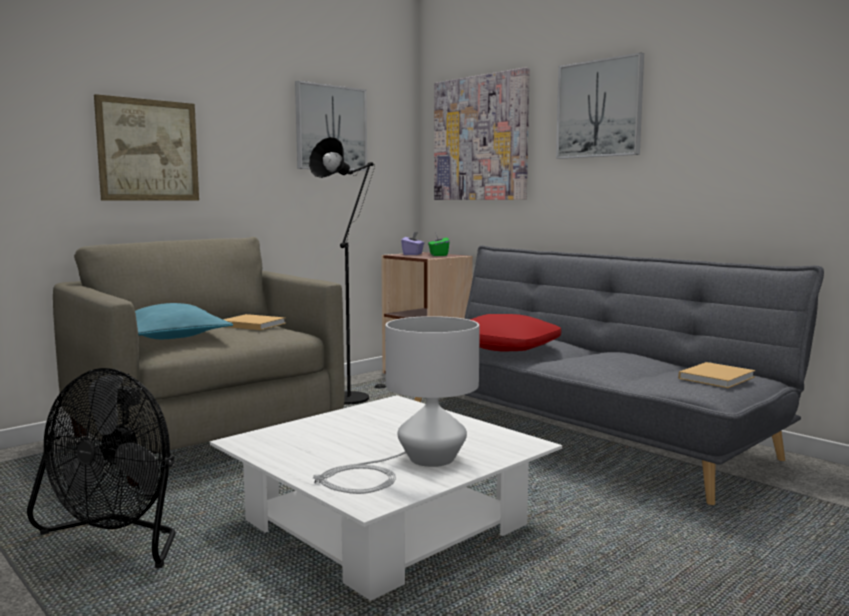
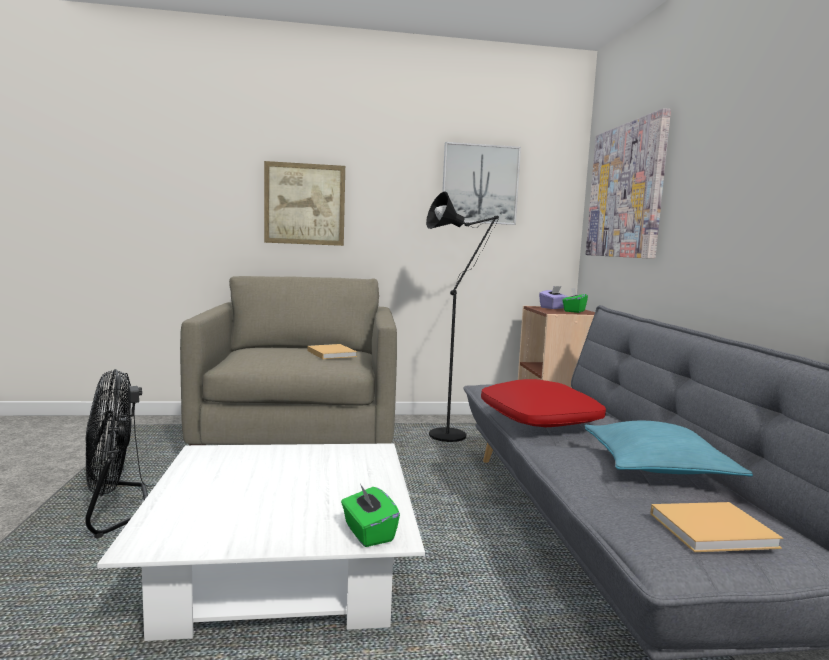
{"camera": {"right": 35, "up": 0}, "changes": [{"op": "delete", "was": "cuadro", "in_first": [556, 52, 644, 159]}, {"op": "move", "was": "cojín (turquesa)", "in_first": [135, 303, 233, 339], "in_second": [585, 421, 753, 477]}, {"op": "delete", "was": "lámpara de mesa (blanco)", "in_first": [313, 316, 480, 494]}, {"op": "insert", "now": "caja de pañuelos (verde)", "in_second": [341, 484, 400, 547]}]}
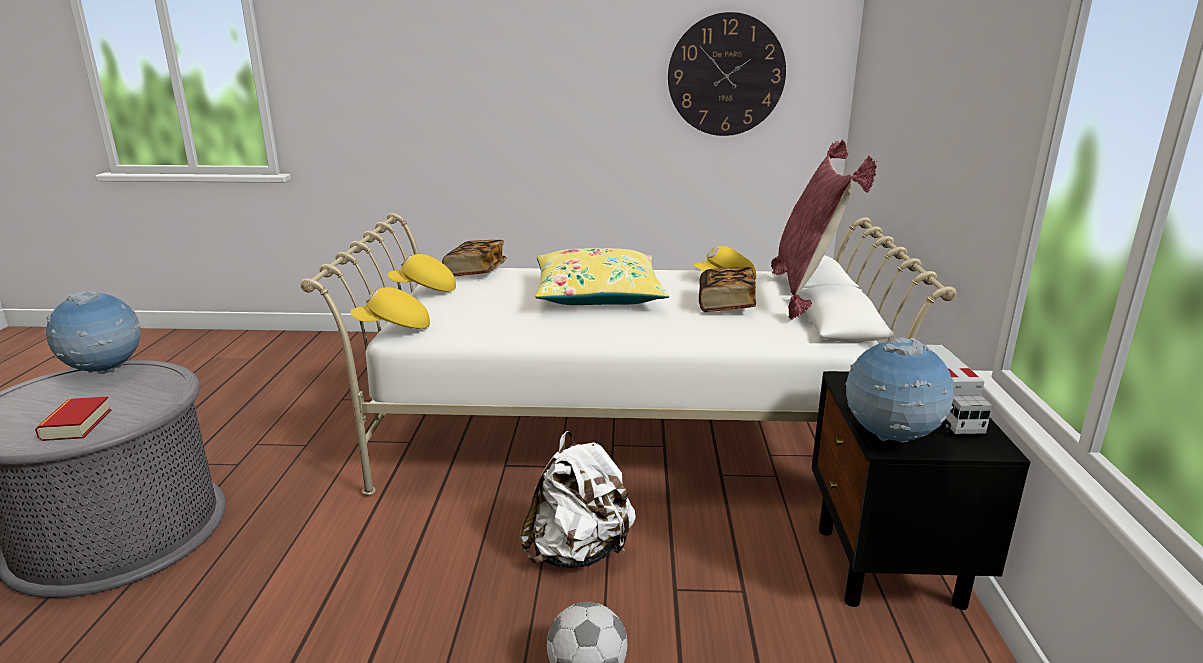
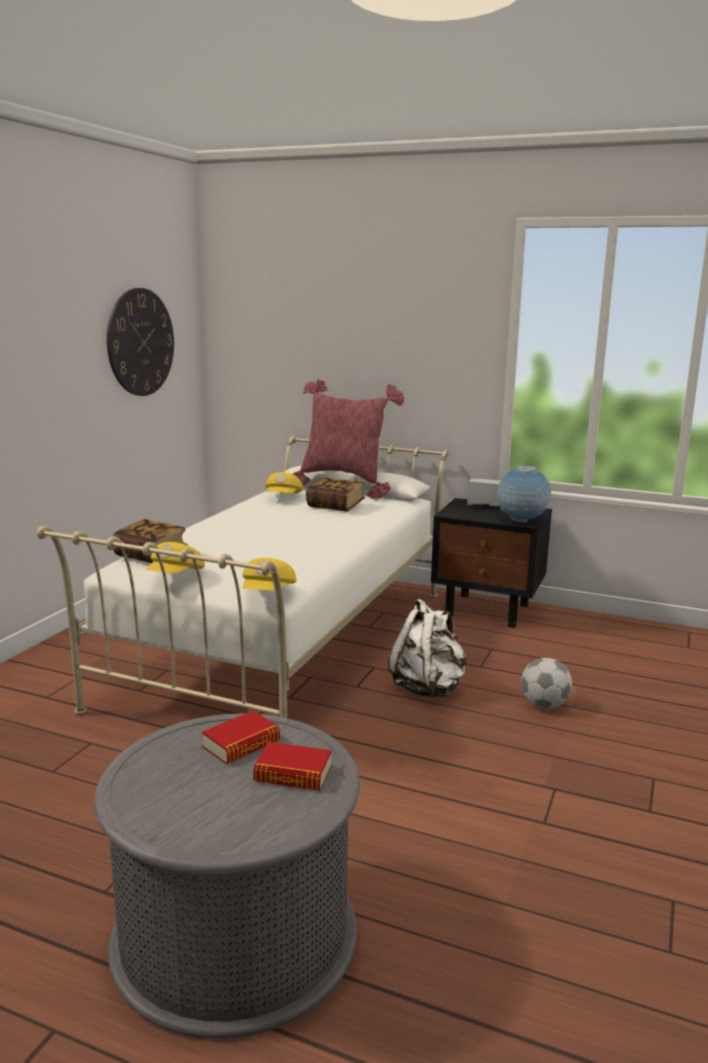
{"camera": {"right": -70, "up": -5}, "changes": [{"op": "delete", "was": "cojín (amarillo)", "in_first": [535, 248, 670, 305]}, {"op": "delete", "was": "globo terráqueo", "in_first": [45, 291, 141, 374]}, {"op": "insert", "now": "libro", "in_second": [202, 711, 280, 764]}]}
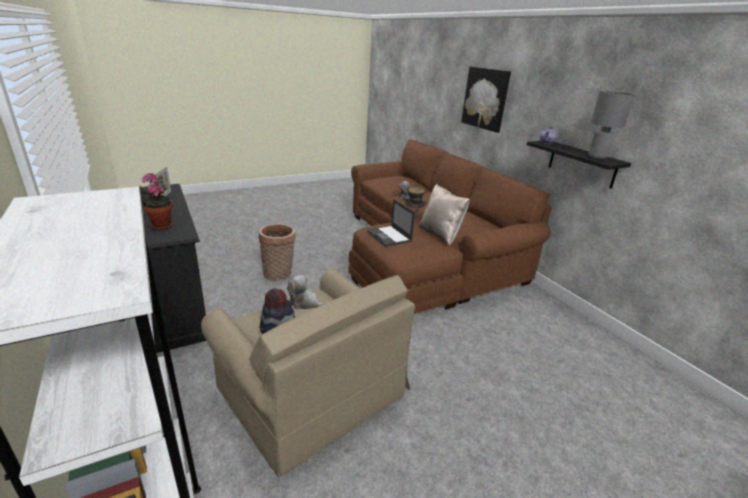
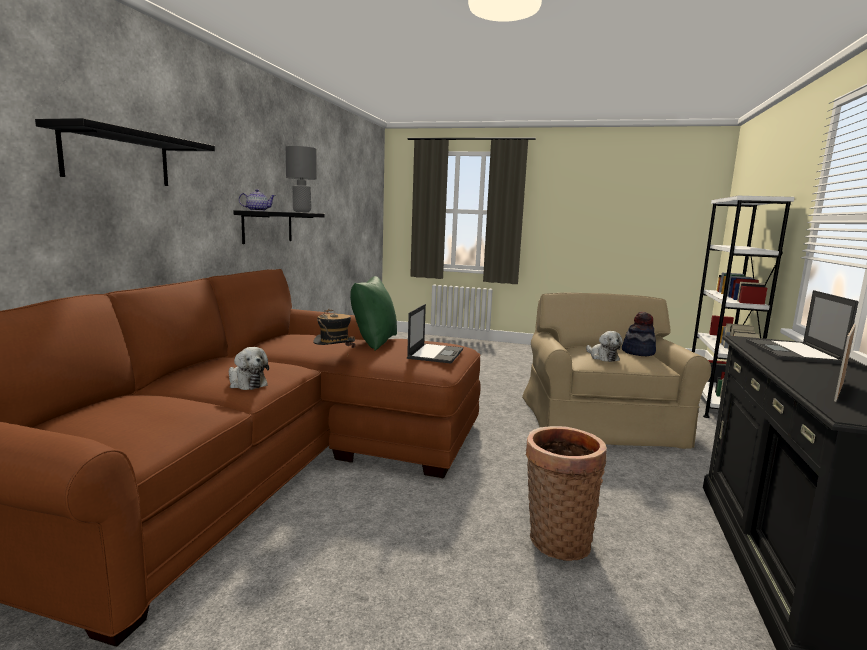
{"camera": {"right": -135, "up": -15}, "changes": [{"op": "replace", "was": "cuadro", "now": "estante (negro)", "in_first": [461, 67, 511, 133], "in_second": [35, 118, 215, 186]}, {"op": "replace", "was": "planta en maceta", "now": "portátil", "in_first": [140, 173, 173, 230], "in_second": [746, 290, 859, 364]}, {"op": "recolor", "was": "cojín (beis)", "now": "cojín (verde)", "in_first": [419, 184, 470, 245], "in_second": [350, 276, 397, 351]}]}
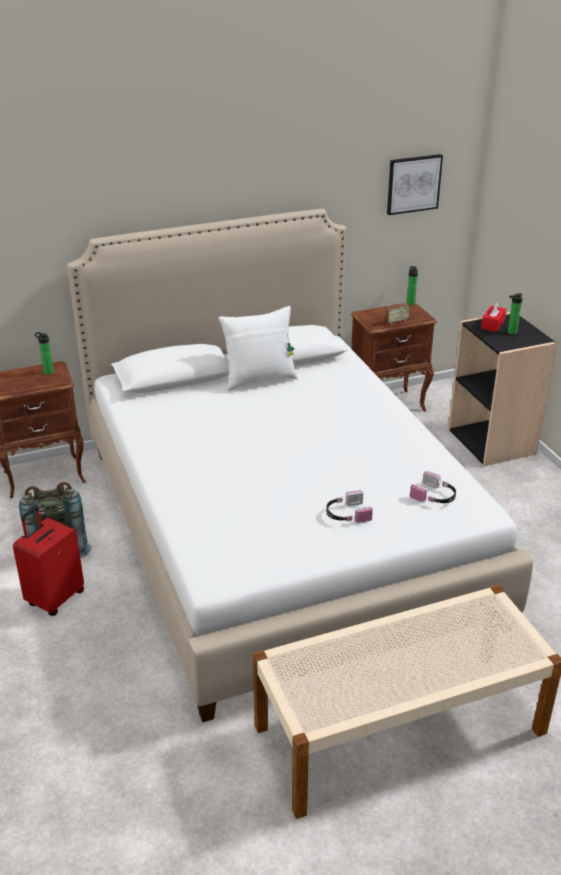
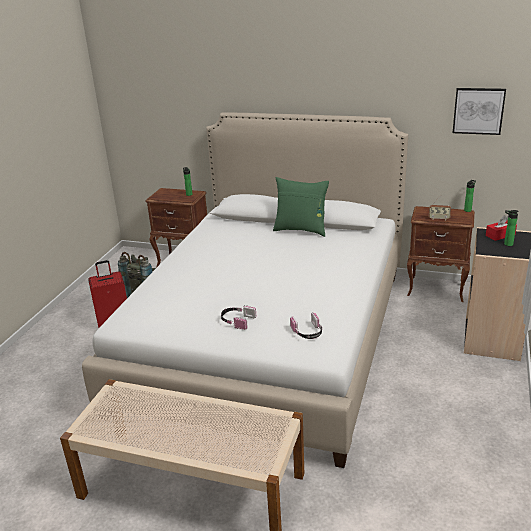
{"camera": {"right": 40, "up": -5}, "changes": [{"op": "recolor", "was": "cojín (blanco)", "now": "cojín (verde)", "in_first": [218, 306, 298, 391], "in_second": [273, 177, 329, 237]}]}
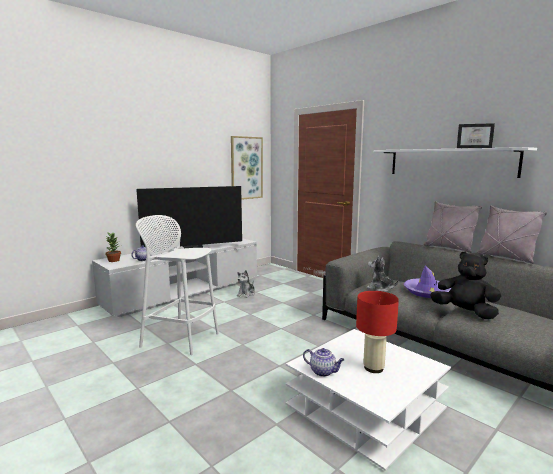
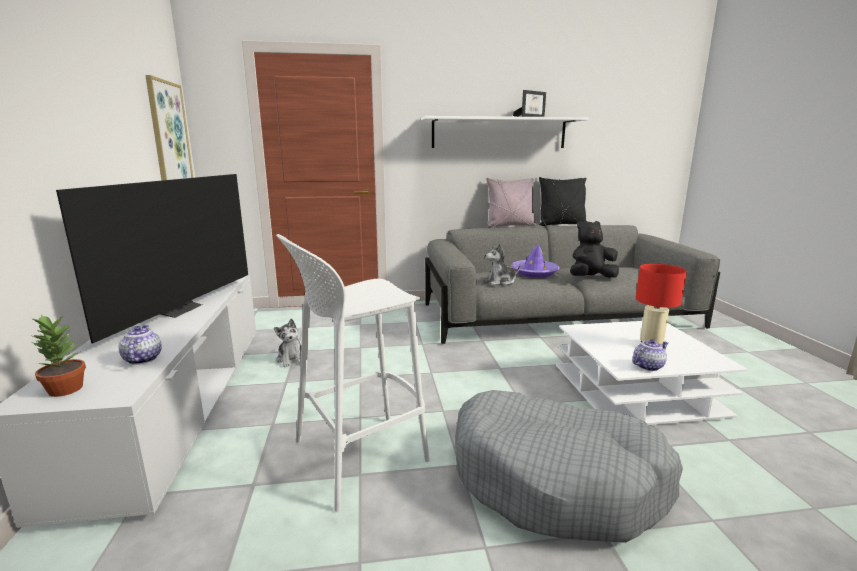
{"camera": {"right": -55, "up": 5}, "changes": [{"op": "recolor", "was": "cojín (morado)", "now": "cojín (negro)", "in_first": [476, 206, 547, 264], "in_second": [539, 177, 587, 226]}, {"op": "insert", "now": "cama para perro (gris)", "in_second": [455, 390, 683, 543]}]}
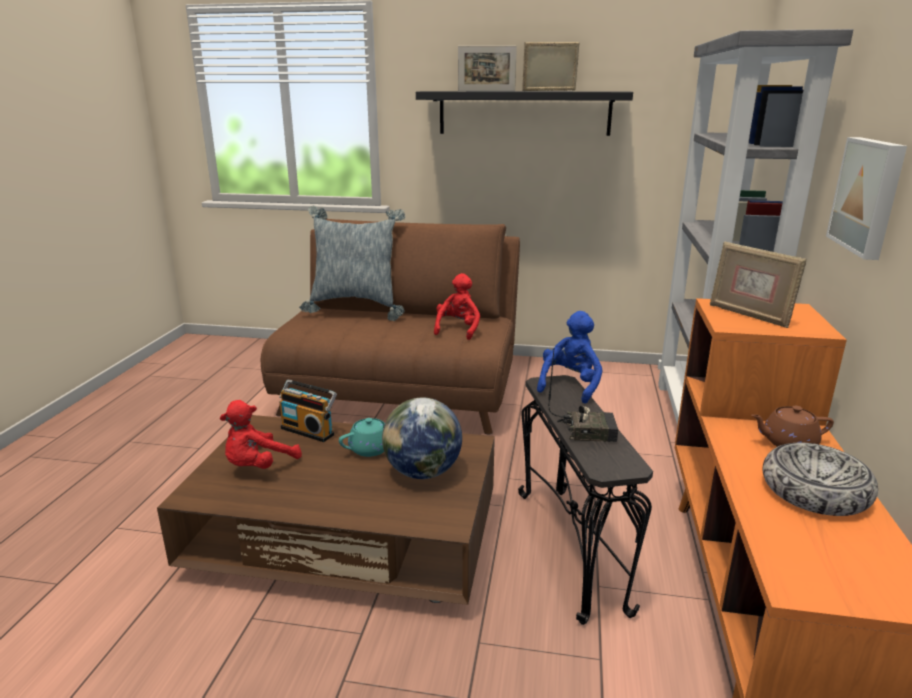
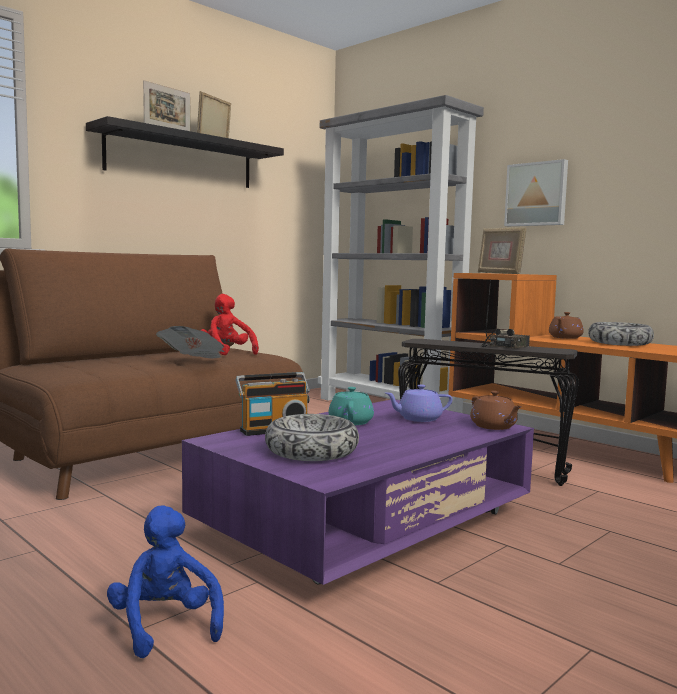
{"camera": {"right": -55, "up": -15}, "changes": [{"op": "delete", "was": "cojín", "in_first": [299, 205, 405, 321]}, {"op": "rotate", "was": "portarretratos", "in_first": [710, 242, 806, 328], "in_second": [478, 227, 526, 274], "clockwise": 60}, {"op": "move", "was": "peluche (azul)", "in_first": [537, 311, 603, 404], "in_second": [107, 505, 224, 658]}, {"op": "replace", "was": "globo terráqueo", "now": "tetera (morado)", "in_first": [382, 398, 462, 479], "in_second": [385, 385, 453, 422]}, {"op": "replace", "was": "peluche (rojo)", "now": "cuenco", "in_first": [220, 400, 302, 469], "in_second": [265, 414, 359, 461]}, {"op": "recolor", "was": "mesa de centro (marrón)", "now": "mesa de centro (morado)", "in_first": [157, 415, 495, 605], "in_second": [182, 399, 534, 585]}, {"op": "insert", "now": "periódico", "in_second": [156, 326, 225, 358]}, {"op": "insert", "now": "tetera (marrón)", "in_second": [470, 391, 522, 430]}]}
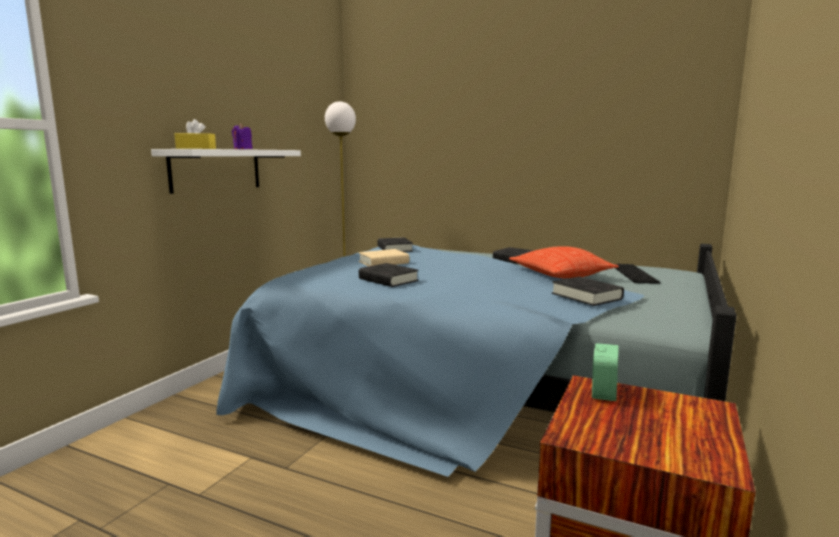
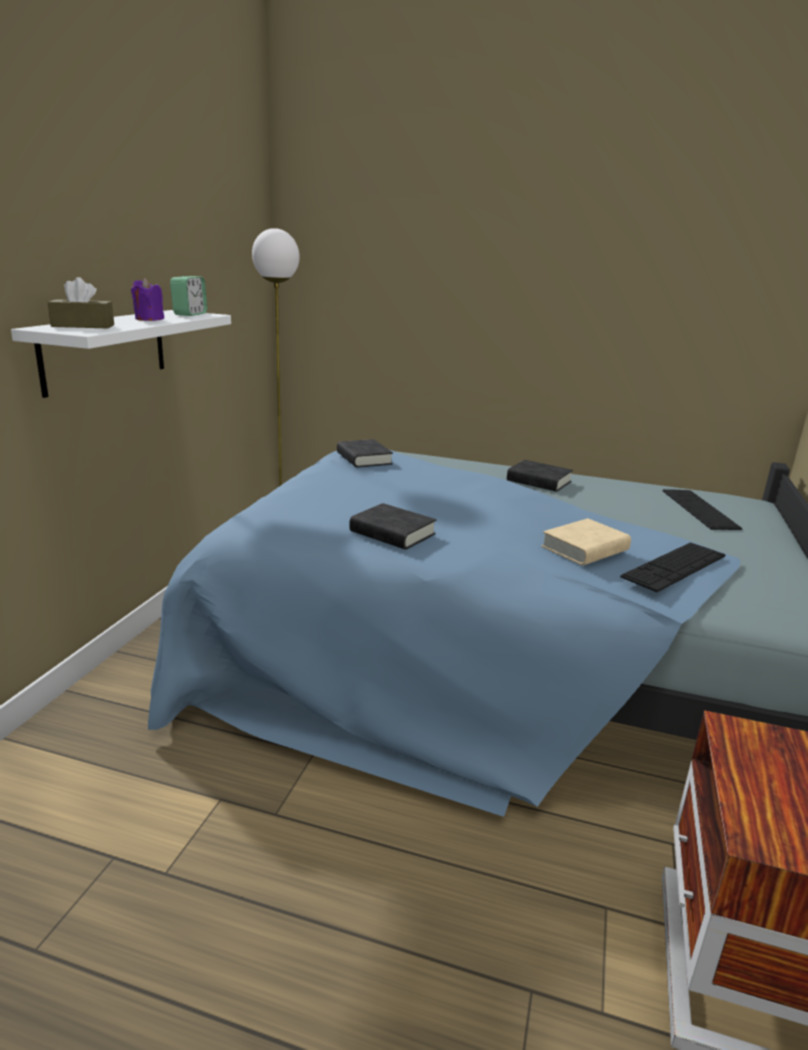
{"camera": {"right": -10, "up": 10}, "changes": [{"op": "recolor", "was": "caja de pañuelos (amarillo)", "now": "caja de pañuelos (marrón)", "in_first": [175, 119, 216, 149], "in_second": [47, 277, 114, 328]}, {"op": "delete", "was": "cojín (naranja)", "in_first": [509, 246, 619, 278]}, {"op": "move", "was": "libro (beis)", "in_first": [359, 249, 409, 266], "in_second": [541, 518, 631, 565]}, {"op": "replace", "was": "libro (negro)", "now": "teclado", "in_first": [551, 277, 624, 306], "in_second": [620, 542, 726, 592]}, {"op": "move", "was": "despertador", "in_first": [592, 343, 619, 401], "in_second": [170, 276, 207, 316]}]}
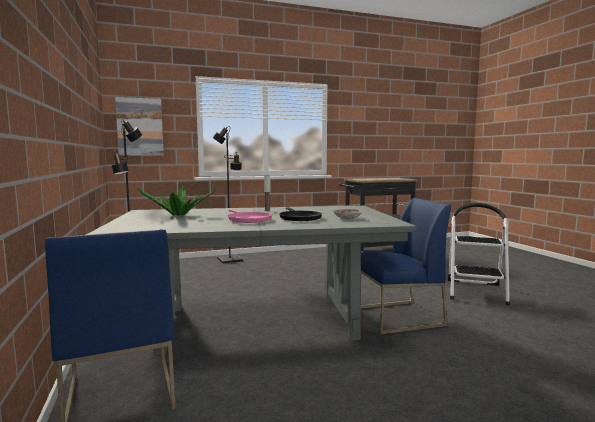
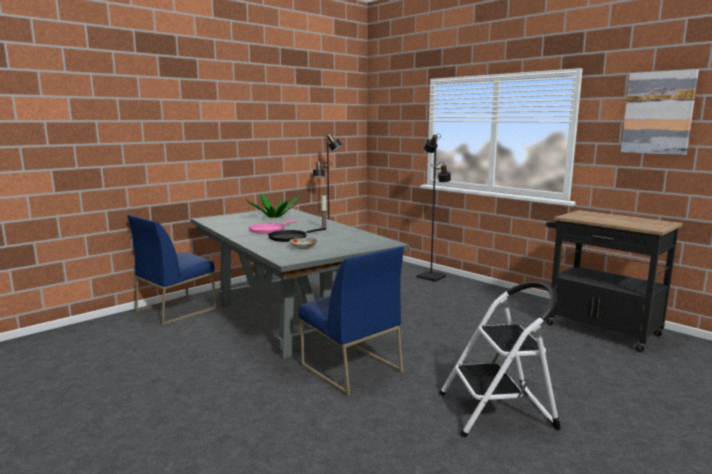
{"camera": {"right": 65, "up": 5}, "changes": [{"op": "move", "was": "cuadro", "in_first": [115, 97, 164, 156], "in_second": [621, 69, 699, 155]}]}
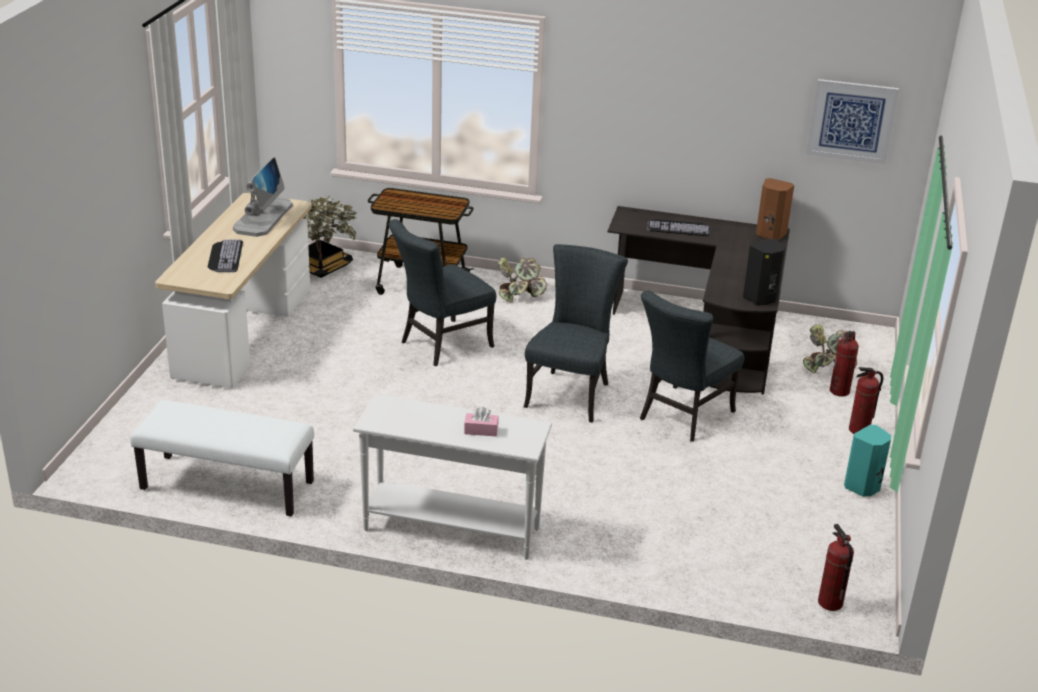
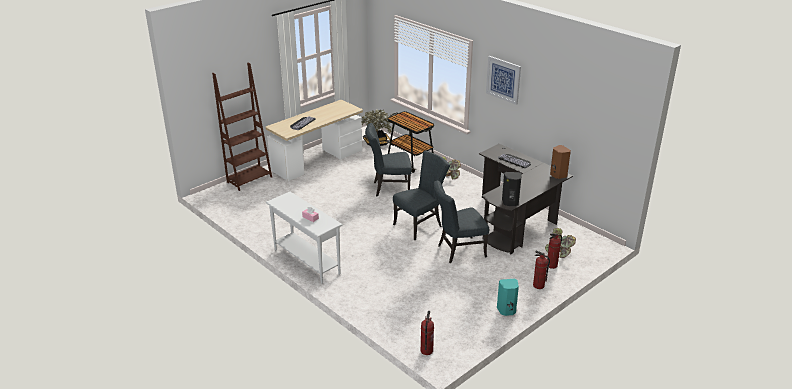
{"camera": {"right": 35, "up": 0}, "changes": [{"op": "move", "was": "cuadro", "in_first": [806, 79, 899, 164], "in_second": [486, 56, 521, 105]}, {"op": "delete", "was": "monitor", "in_first": [233, 157, 293, 237]}, {"op": "delete", "was": "banco (blanco)", "in_first": [130, 400, 314, 516]}, {"op": "insert", "now": "estantería (marrón)", "in_second": [212, 63, 272, 191]}]}
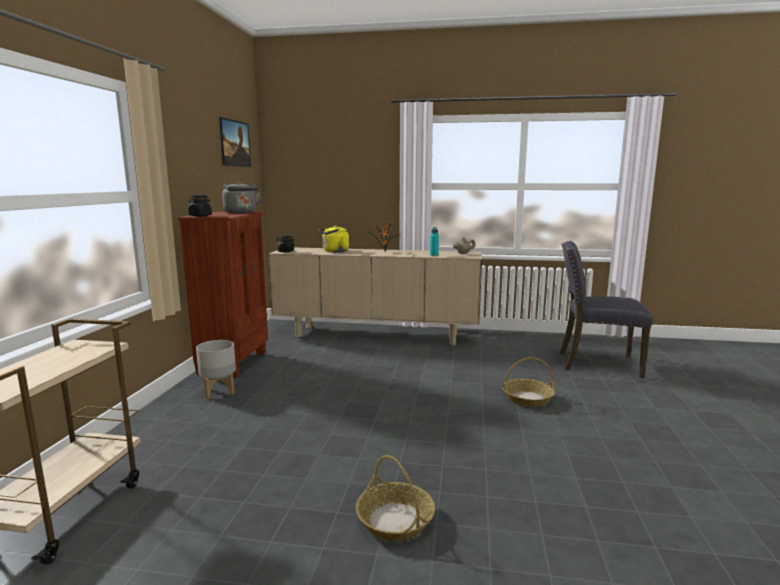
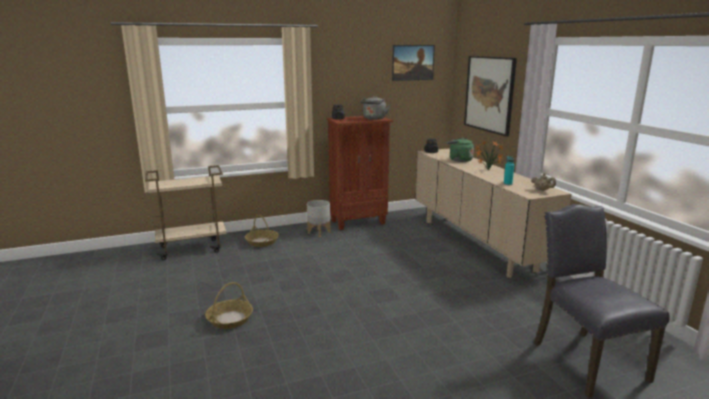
{"camera": {"right": 60, "up": 5}, "changes": [{"op": "recolor", "was": "hervidor (amarillo)", "now": "hervidor (verde)", "in_first": [318, 225, 349, 252], "in_second": [446, 138, 474, 162]}, {"op": "move", "was": "cesta", "in_first": [502, 357, 555, 407], "in_second": [245, 215, 279, 247]}, {"op": "insert", "now": "cuadro", "in_second": [464, 56, 517, 137]}]}
